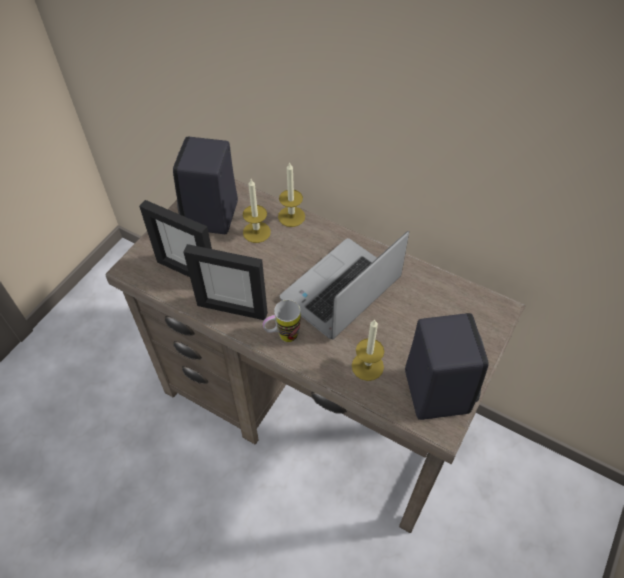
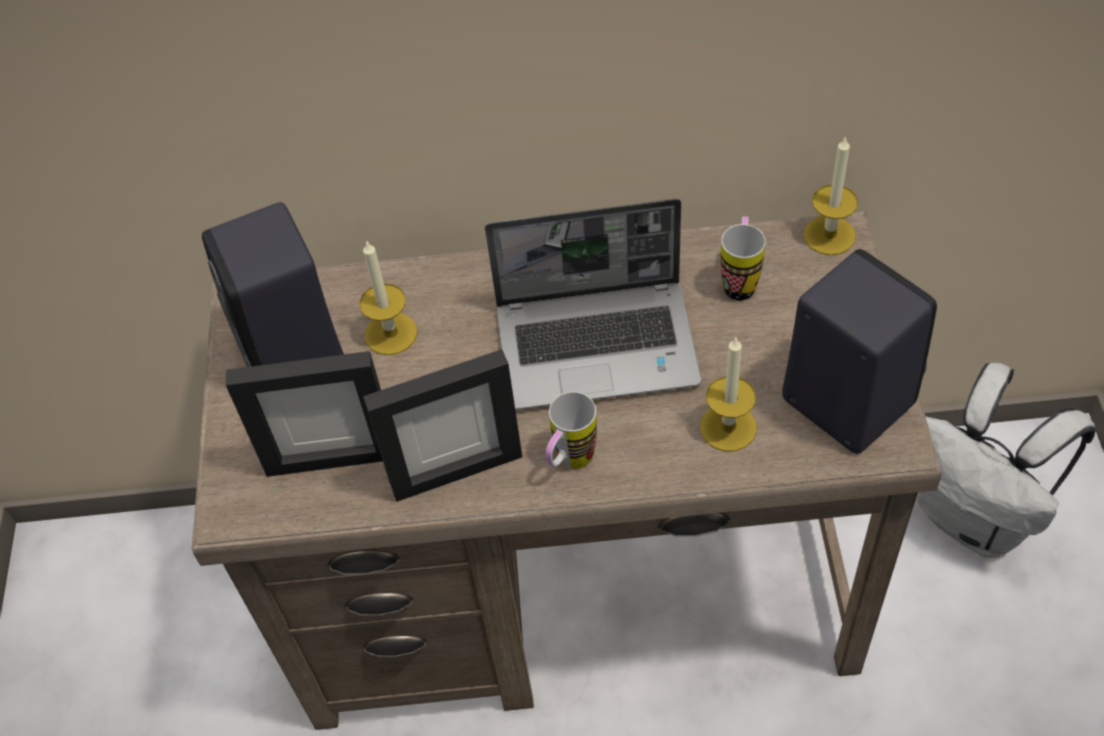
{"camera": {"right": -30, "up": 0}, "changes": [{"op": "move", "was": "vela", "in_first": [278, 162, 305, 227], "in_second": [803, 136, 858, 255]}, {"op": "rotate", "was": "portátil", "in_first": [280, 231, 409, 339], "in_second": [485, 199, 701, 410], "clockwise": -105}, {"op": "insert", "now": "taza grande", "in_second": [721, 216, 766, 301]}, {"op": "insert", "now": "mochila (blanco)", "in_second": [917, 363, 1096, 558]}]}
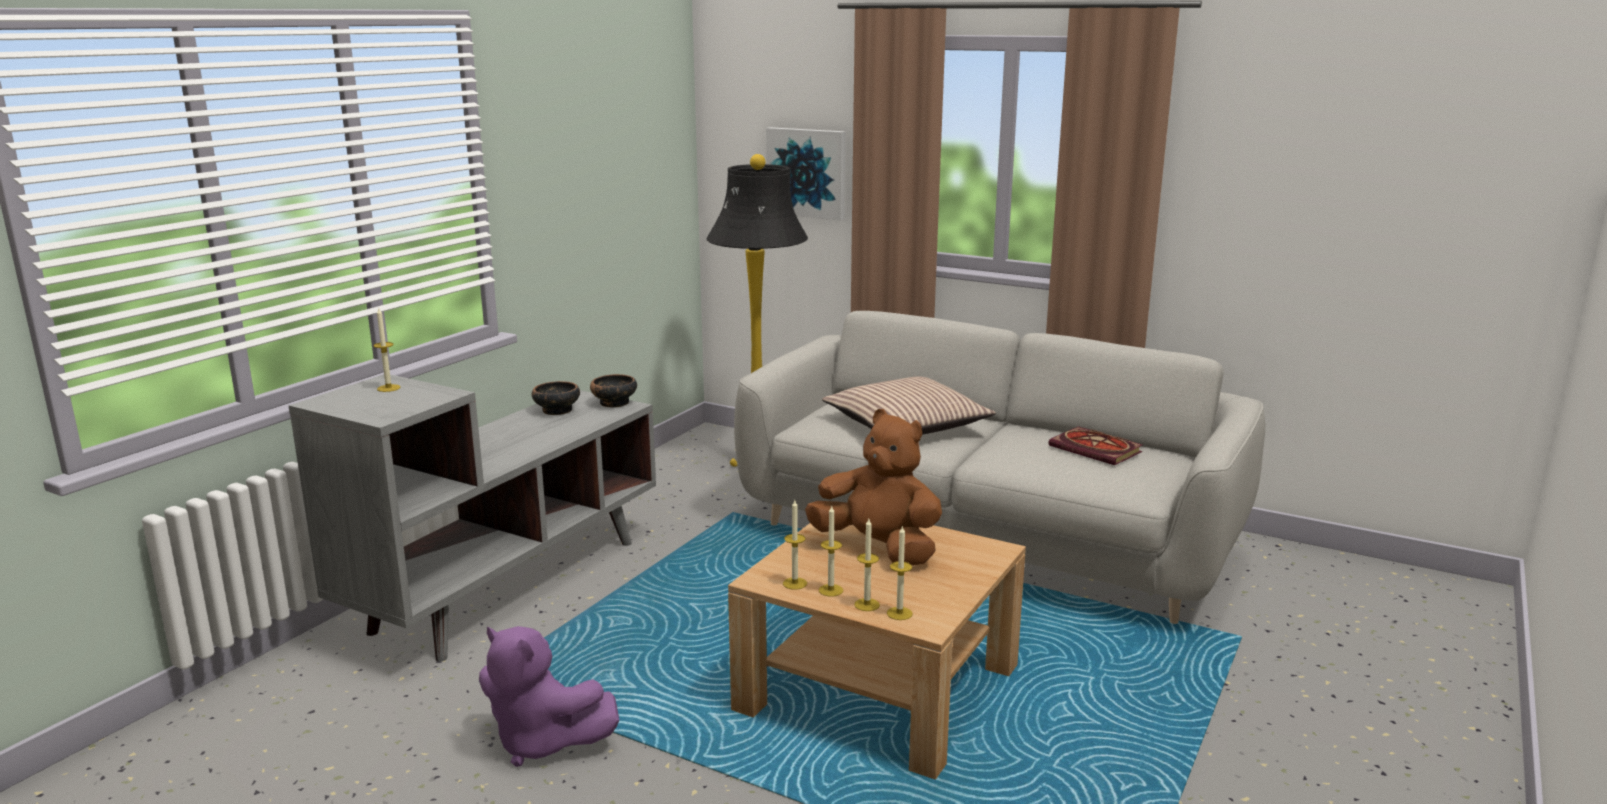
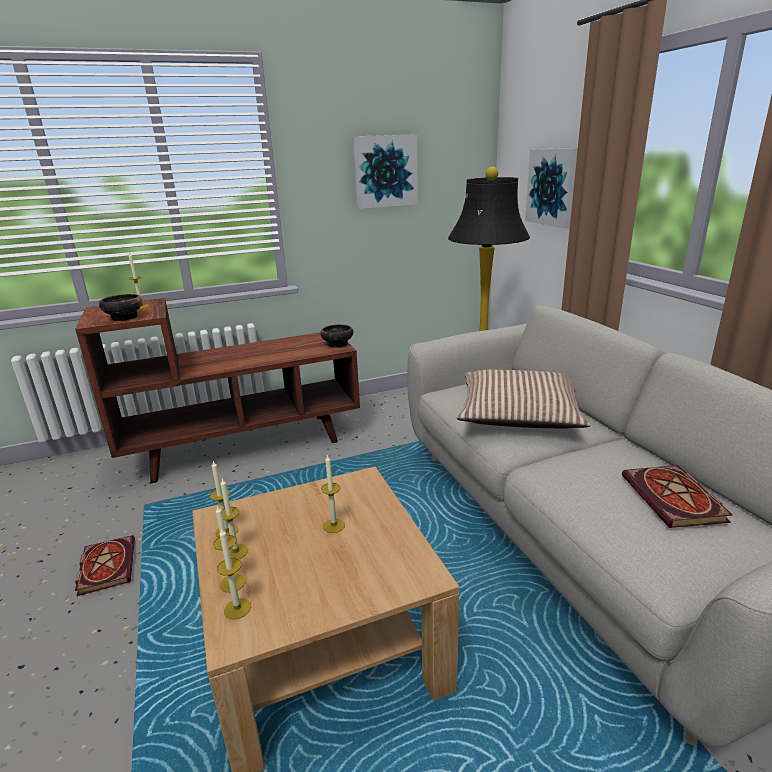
{"camera": {"right": 40, "up": 5}, "changes": [{"op": "recolor", "was": "mueble de televisión (gris)", "now": "mueble de televisión (marrón)", "in_first": [288, 374, 656, 662], "in_second": [75, 298, 360, 483]}, {"op": "move", "was": "cuenco", "in_first": [532, 381, 580, 415], "in_second": [99, 294, 142, 321]}, {"op": "replace", "was": "peluche (marrón)", "now": "vela", "in_first": [805, 409, 942, 565], "in_second": [321, 454, 345, 533]}, {"op": "replace", "was": "peluche (morado)", "now": "libro", "in_first": [479, 626, 619, 767], "in_second": [75, 535, 135, 596]}, {"op": "insert", "now": "cuadro", "in_second": [352, 134, 418, 209]}]}
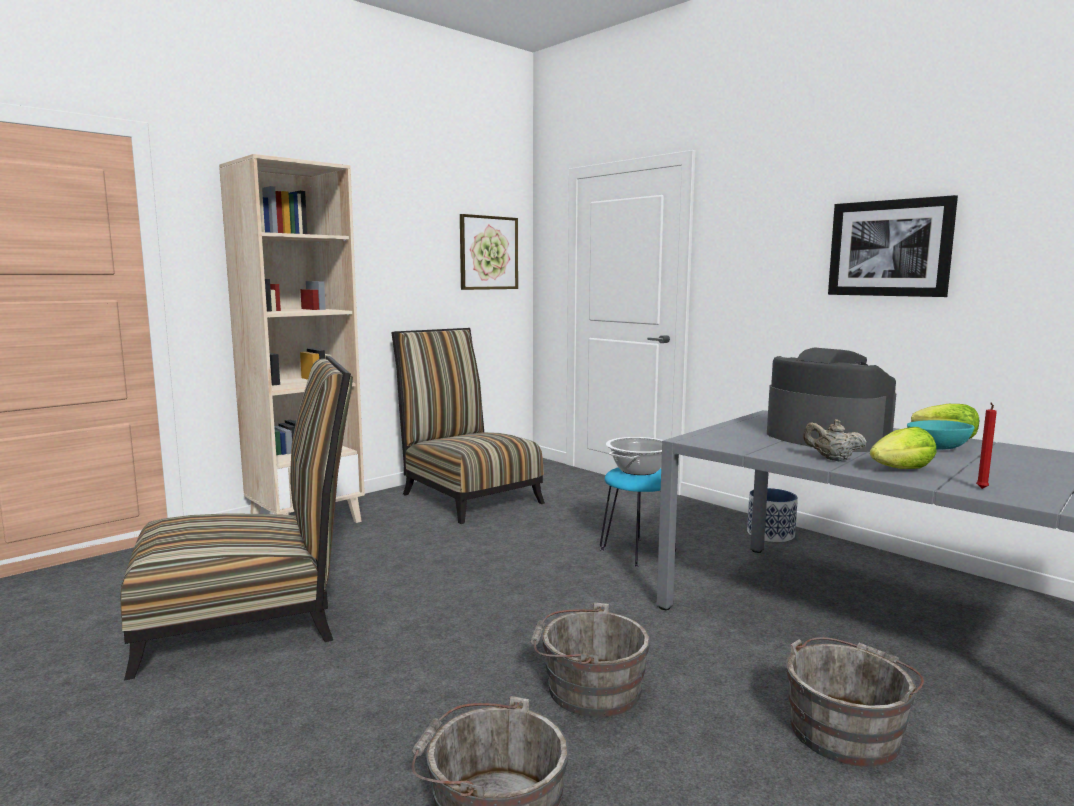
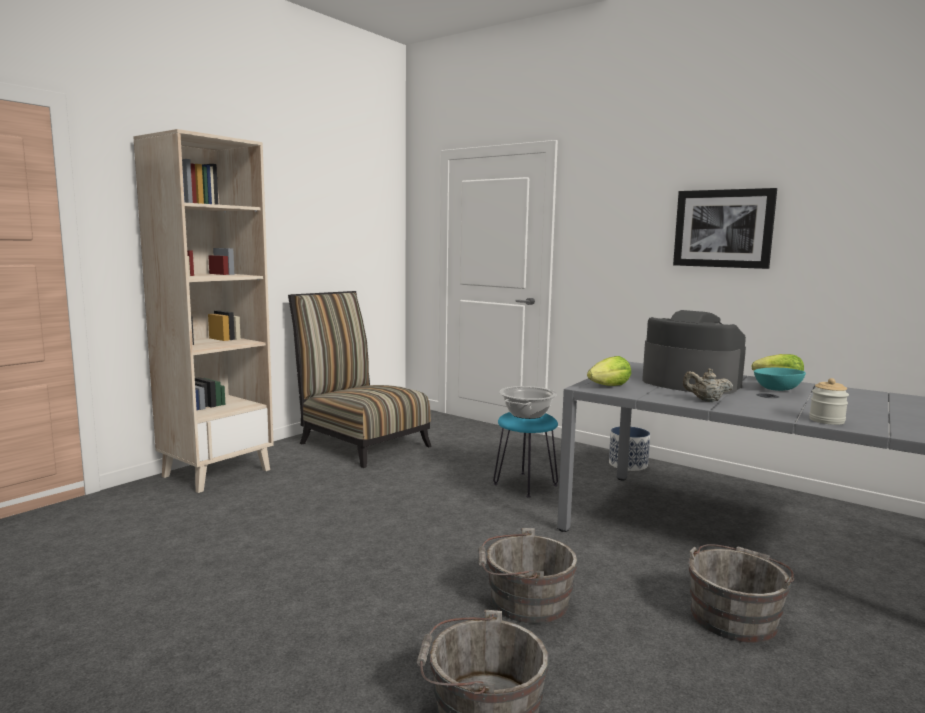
{"camera": {"right": -10, "up": 0}, "changes": [{"op": "delete", "was": "cuadro", "in_first": [460, 214, 518, 290]}, {"op": "delete", "was": "silla", "in_first": [120, 356, 353, 680]}, {"op": "replace", "was": "vela (rojo)", "now": "tarro", "in_first": [976, 403, 997, 489], "in_second": [809, 378, 849, 425]}, {"op": "move", "was": "lechuga", "in_first": [870, 427, 937, 469], "in_second": [587, 356, 631, 386]}]}
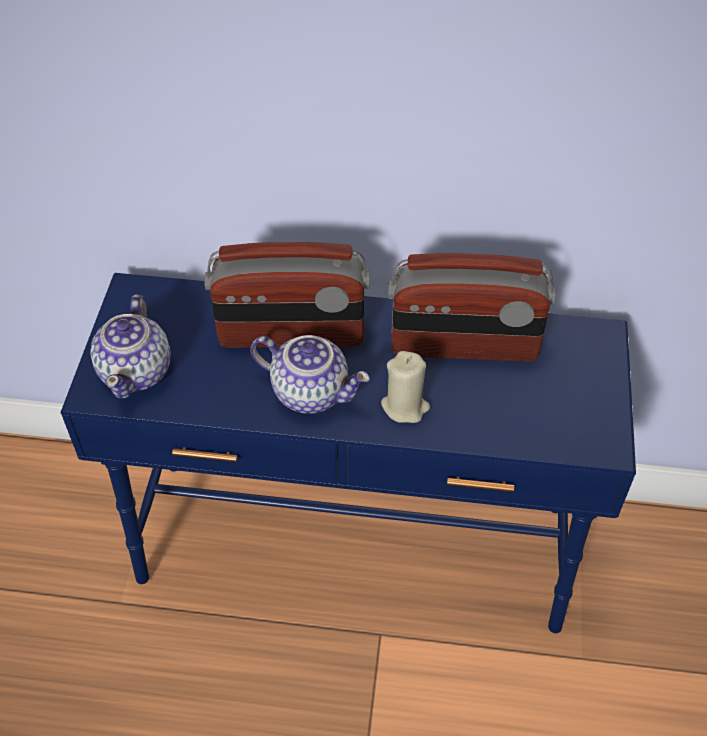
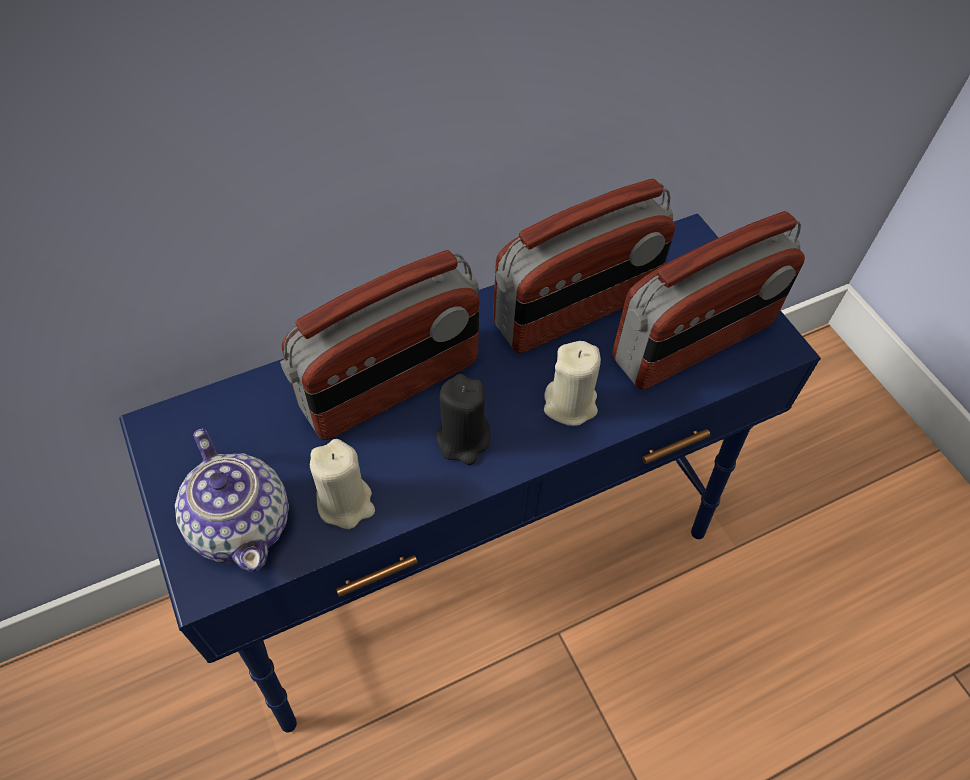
{"camera": {"right": -35, "up": 5}, "changes": [{"op": "replace", "was": "tetera", "now": "vela (negro)", "in_first": [250, 335, 370, 414], "in_second": [436, 374, 491, 465]}, {"op": "insert", "now": "radio", "in_second": [612, 211, 805, 390]}, {"op": "insert", "now": "vela (beis)", "in_second": [310, 439, 375, 529]}]}
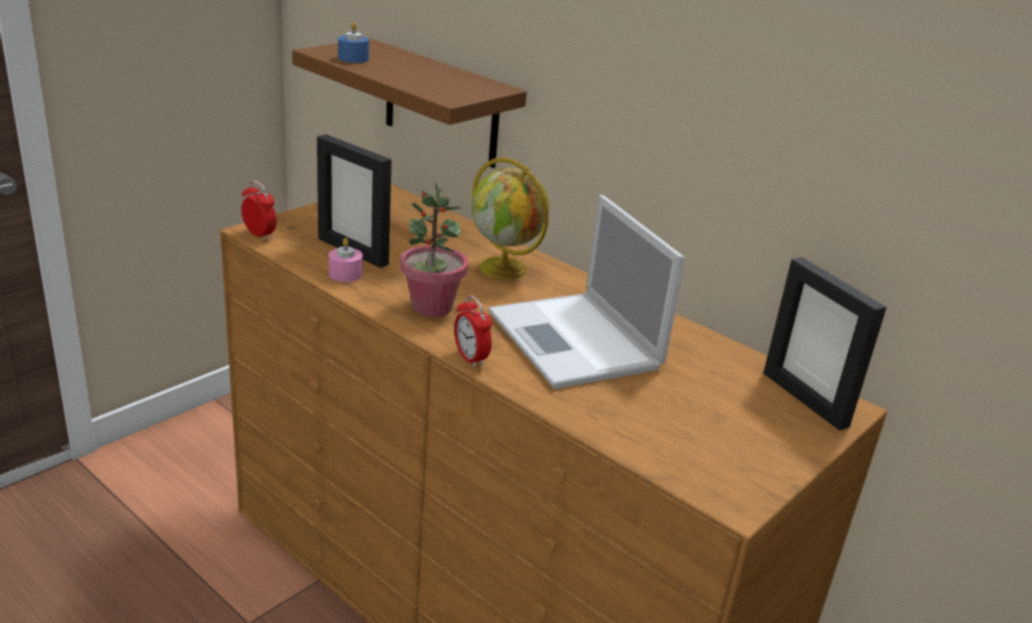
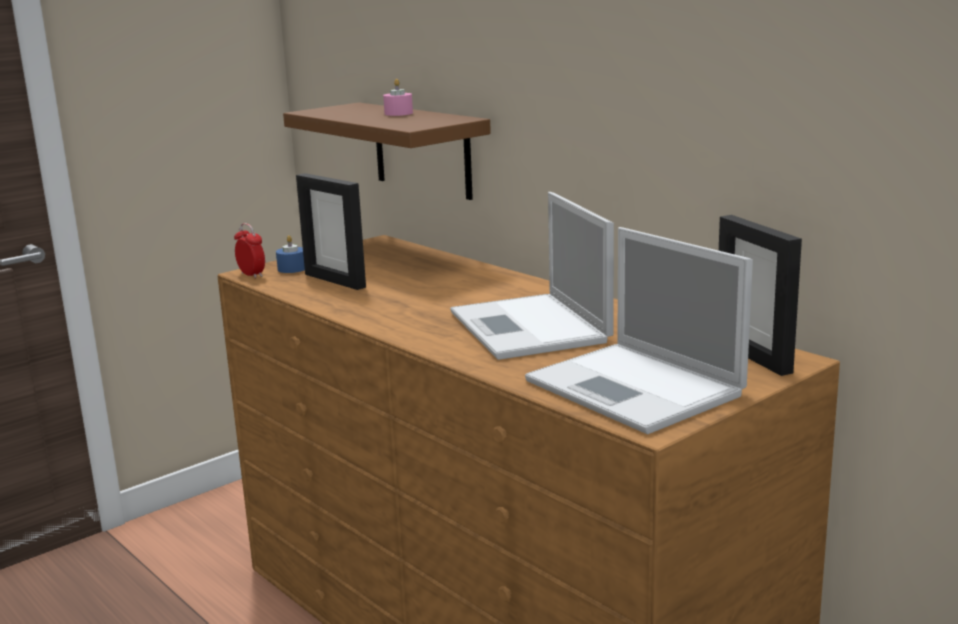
{"camera": {"right": 10, "up": -10}, "changes": [{"op": "move", "was": "vela (azul)", "in_first": [338, 22, 369, 63], "in_second": [276, 235, 305, 273]}, {"op": "delete", "was": "globo terráqueo", "in_first": [471, 157, 549, 280]}, {"op": "delete", "was": "planta en maceta", "in_first": [400, 183, 469, 317]}, {"op": "move", "was": "vela (rosa)", "in_first": [329, 238, 363, 282], "in_second": [383, 79, 413, 116]}, {"op": "delete", "was": "despertador", "in_first": [454, 295, 492, 368]}, {"op": "insert", "now": "portátil", "in_second": [525, 227, 753, 434]}]}
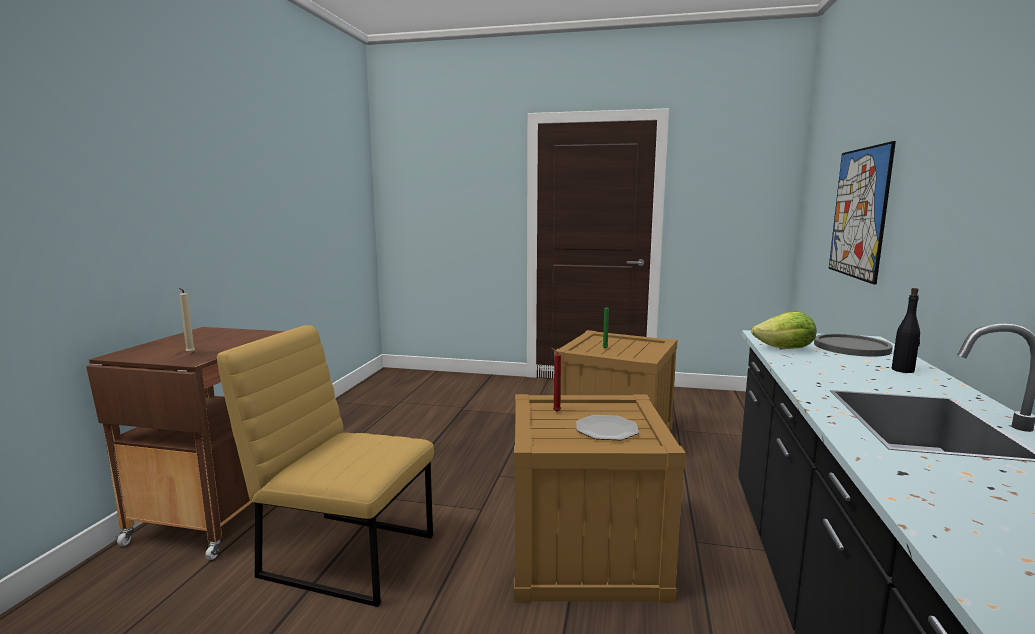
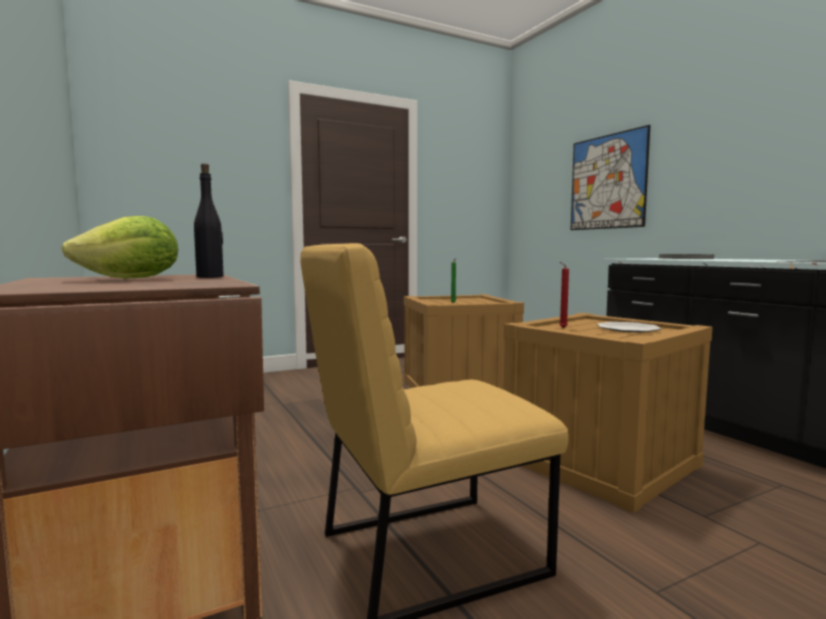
{"camera": {"right": -40, "up": -5}, "changes": [{"op": "delete", "was": "vela (beis)", "in_first": [179, 288, 195, 353]}, {"op": "move", "was": "botella (negro)", "in_first": [892, 288, 920, 373], "in_second": [194, 163, 224, 278]}, {"op": "move", "was": "lechuga", "in_first": [751, 311, 817, 349], "in_second": [61, 216, 178, 279]}]}
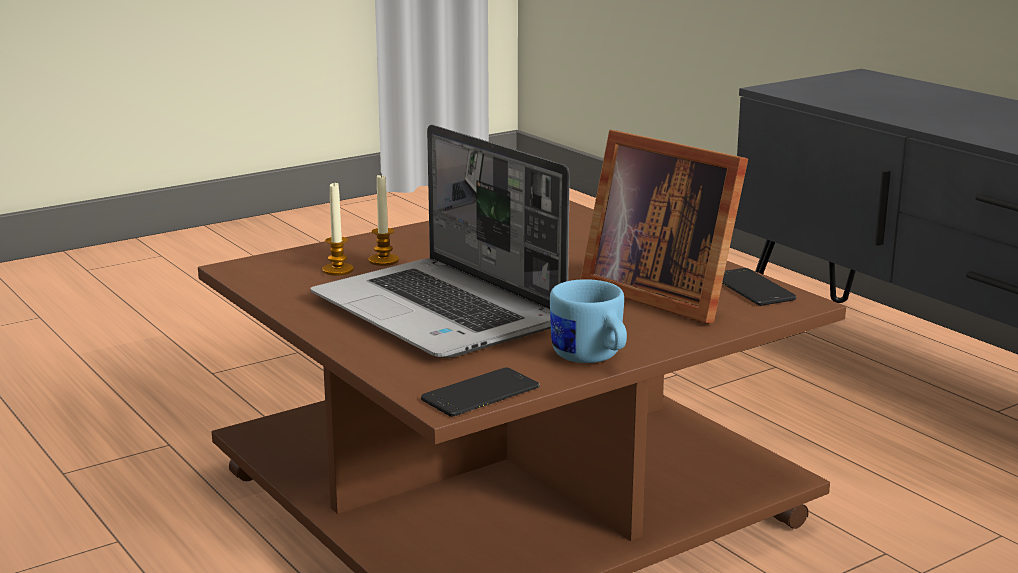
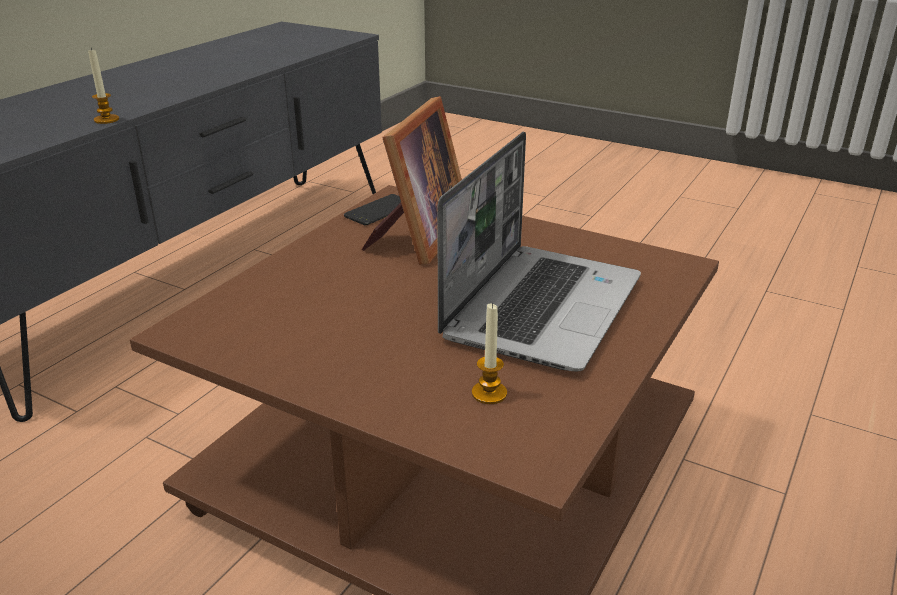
{"camera": {"right": -115, "up": 10}, "changes": [{"op": "move", "was": "vela", "in_first": [368, 175, 399, 266], "in_second": [88, 48, 119, 124]}, {"op": "delete", "was": "taza grande (azul)", "in_first": [550, 279, 627, 363]}, {"op": "delete", "was": "móvil", "in_first": [421, 368, 539, 417]}]}
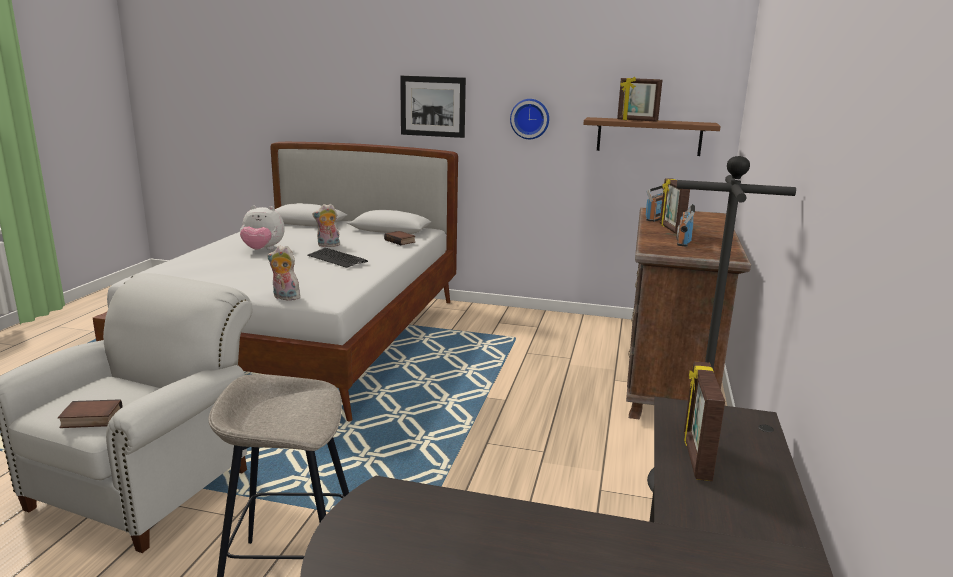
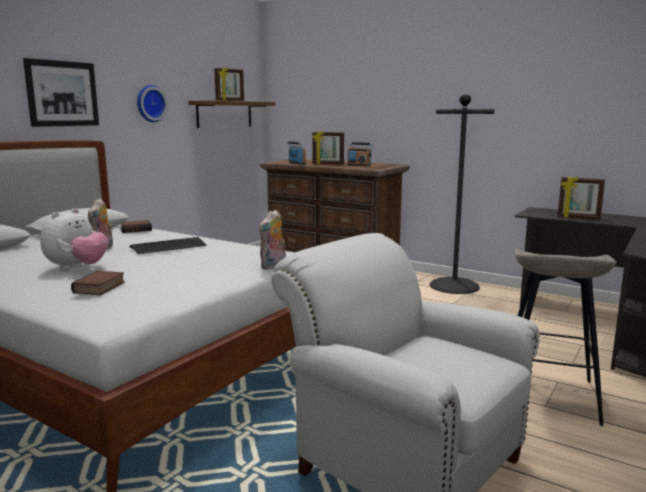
{"camera": {"right": -70, "up": -5}, "changes": [{"op": "move", "was": "libro", "in_first": [58, 399, 123, 428], "in_second": [71, 271, 125, 295]}]}
